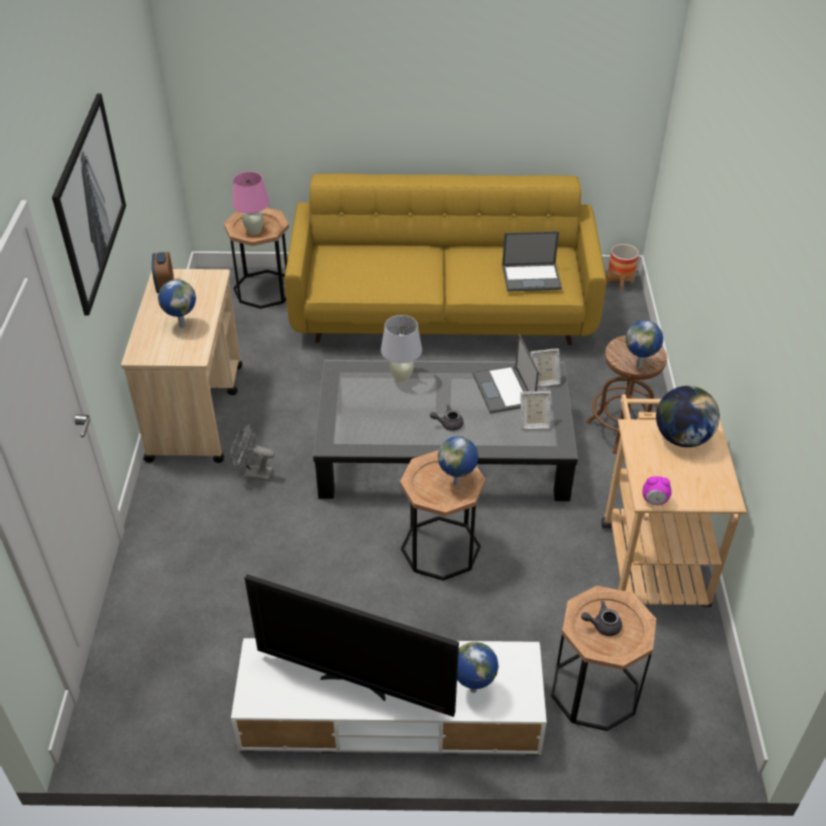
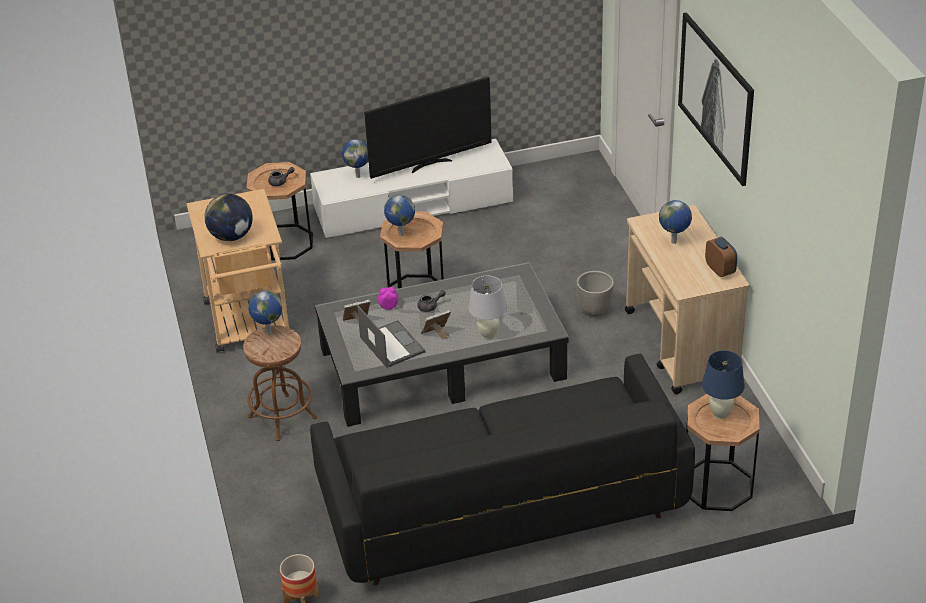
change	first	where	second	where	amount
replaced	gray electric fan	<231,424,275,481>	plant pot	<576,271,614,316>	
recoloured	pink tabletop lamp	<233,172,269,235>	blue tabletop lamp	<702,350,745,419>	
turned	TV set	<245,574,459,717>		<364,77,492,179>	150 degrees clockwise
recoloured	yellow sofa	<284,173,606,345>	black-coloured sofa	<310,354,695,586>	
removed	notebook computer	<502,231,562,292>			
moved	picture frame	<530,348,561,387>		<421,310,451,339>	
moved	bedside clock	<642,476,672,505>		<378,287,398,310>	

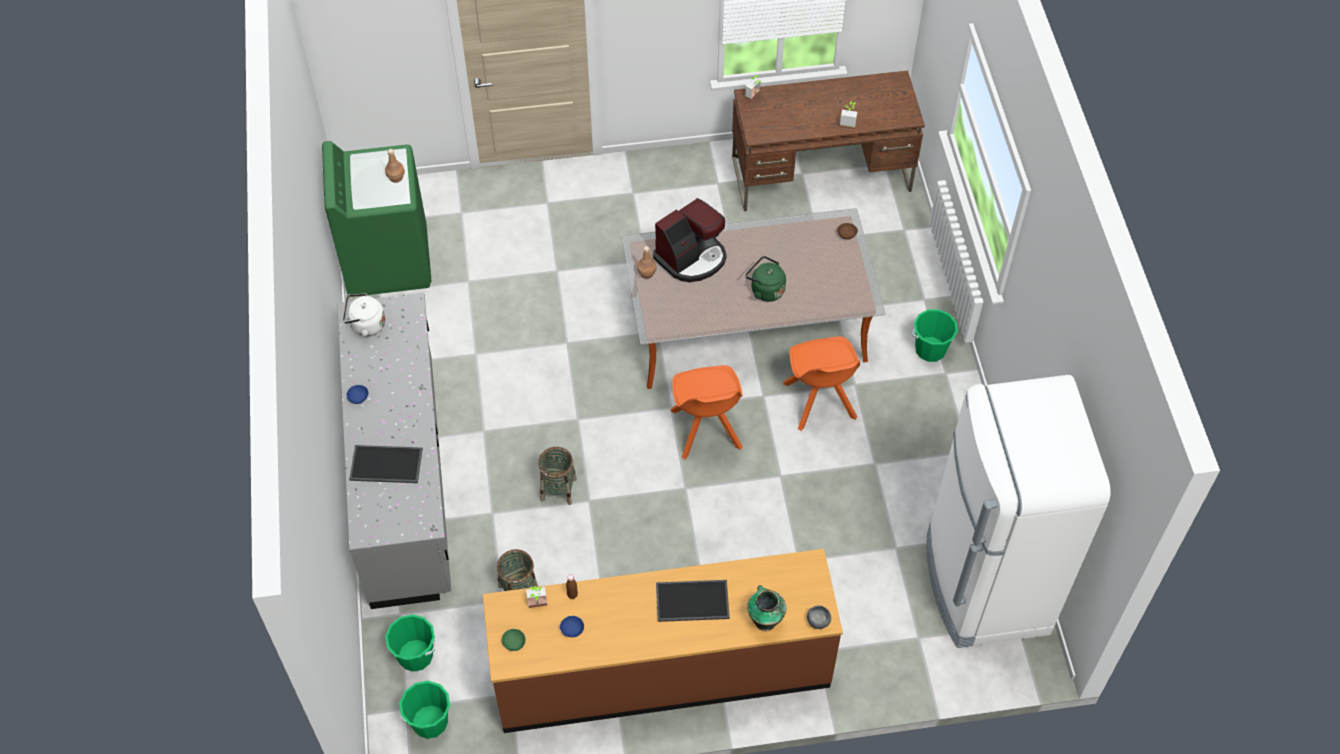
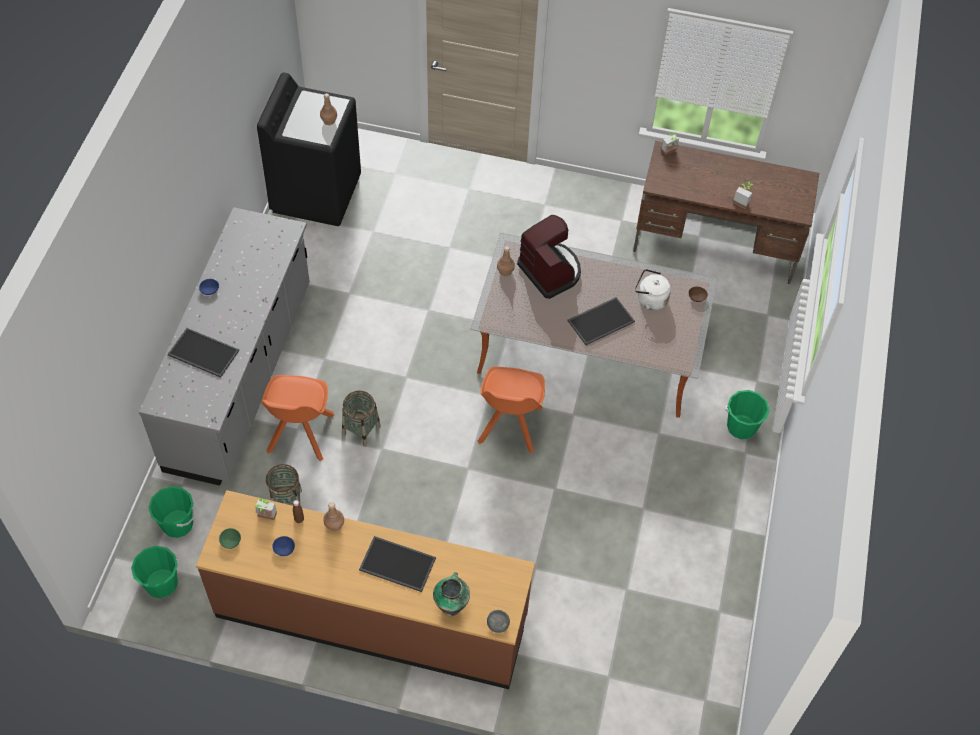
change	first	where	second	where	amount
recoloured	green-coloured washing machine	<322,141,431,297>	black-coloured washing machine	<257,72,361,226>	
moved	white-coloured tea kettle	<343,293,385,337>		<635,269,671,310>	
turned	coffee machine	<653,198,727,282>		<517,215,581,299>	105 degrees counterclockwise
replaced	green-coloured tea kettle	<745,256,786,302>	carrying tray	<568,297,635,345>	
moved	orange chair	<783,336,860,431>		<261,375,334,461>	
removed	white-coloured refrigerator	<926,375,1111,648>			
added			brownish beverage bottle	<324,502,344,531>	

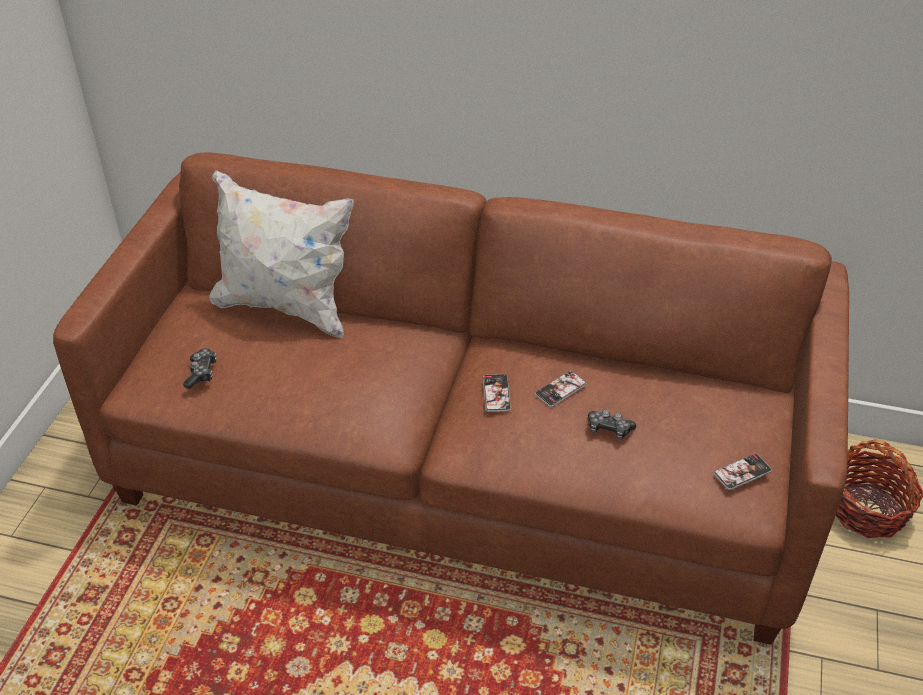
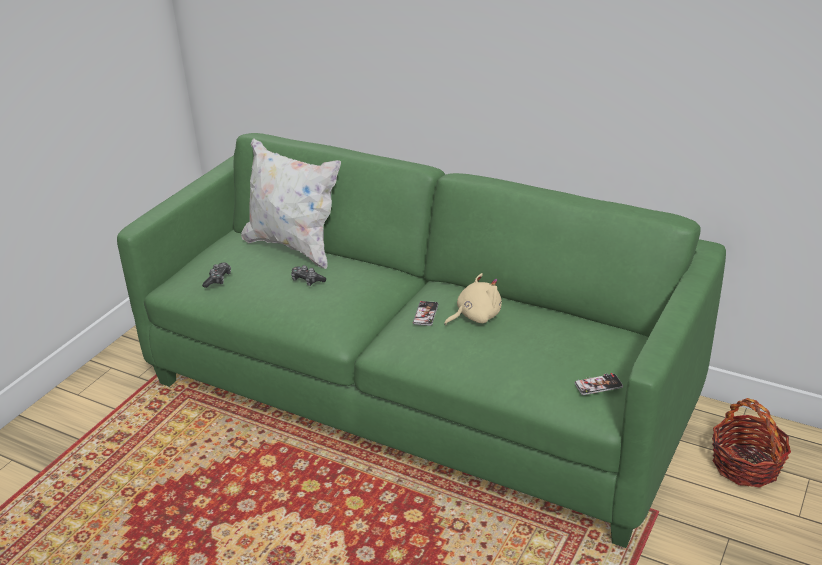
change	first	where	second	where	amount
recoloured	brownish sofa	<53,152,849,645>	green-coloured sofa	<117,133,726,548>	
replaced	telephone	<535,371,586,407>	sand-coloured cuddly toy	<444,273,502,325>	
moved	joypad	<588,409,636,440>		<291,265,326,286>	

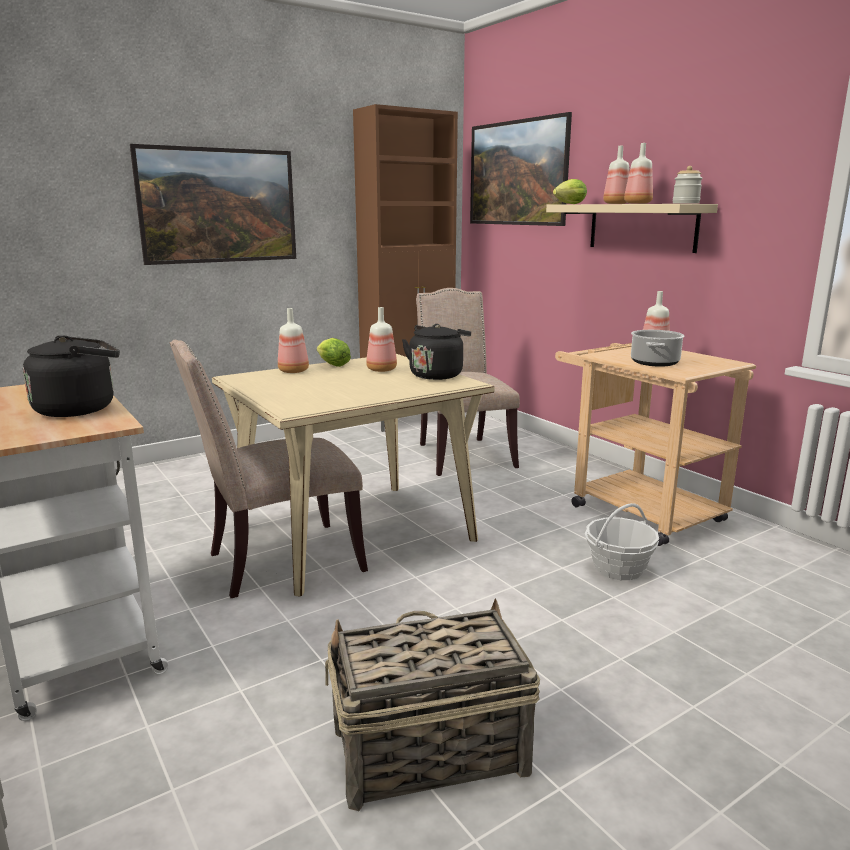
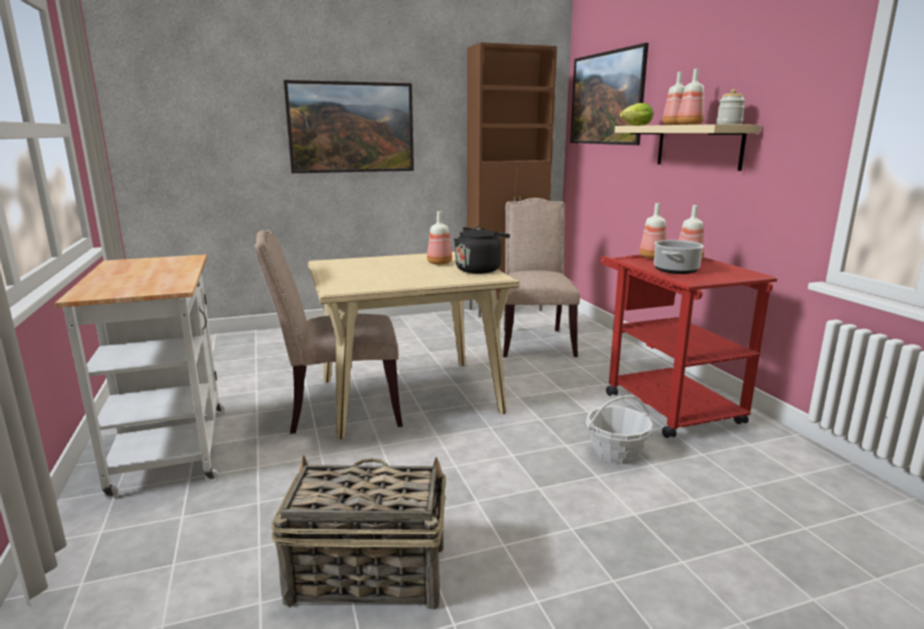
change	first	where	second	where	amount
removed	black-coloured tea kettle	<23,336,120,417>			
moved	beverage bottle	<278,308,309,373>		<640,203,667,259>	
removed	head of lettuce	<317,338,351,367>			
recoloured	sand-coloured cart	<555,343,756,546>	reddish cart	<600,255,777,438>	

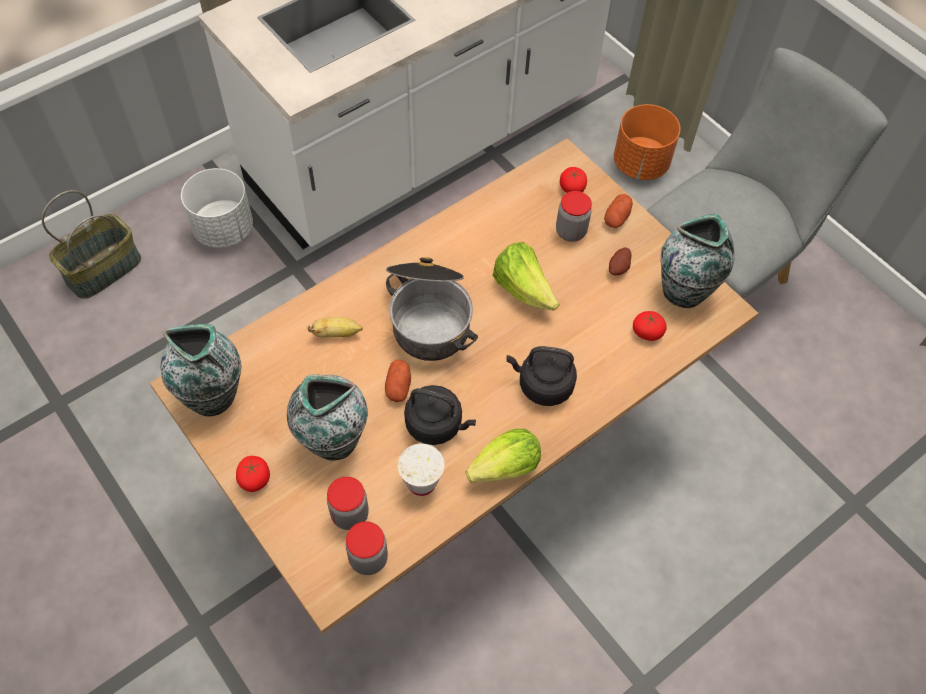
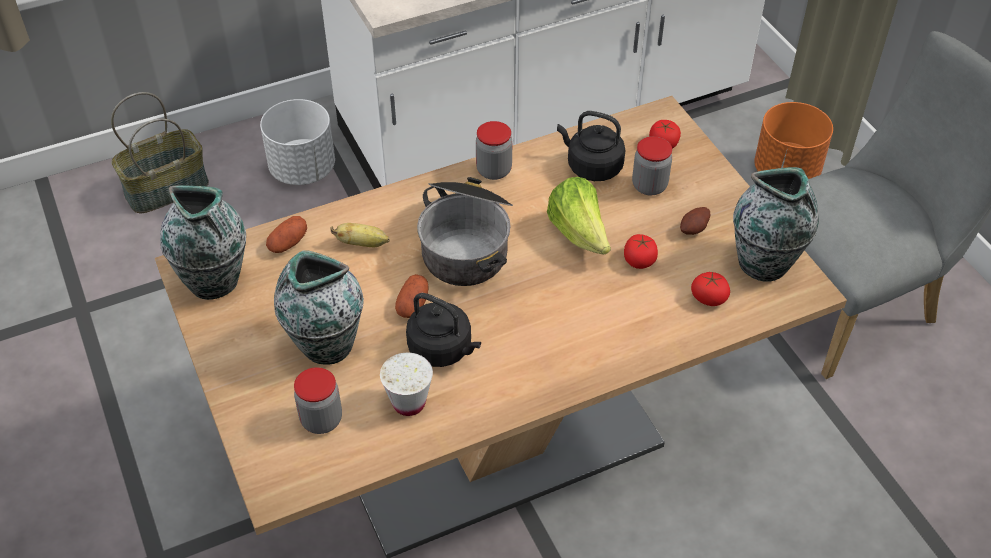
change	first	where	second	where	amount
moved	fresh tomato	<236,456,270,492>		<624,234,658,269>	
moved	jar	<346,521,388,575>		<476,121,512,180>	
removed	head of lettuce	<466,429,541,483>			
moved	black-coloured tea kettle	<507,346,577,406>		<557,111,625,181>	
moved	spud	<604,194,633,228>		<266,216,307,253>	

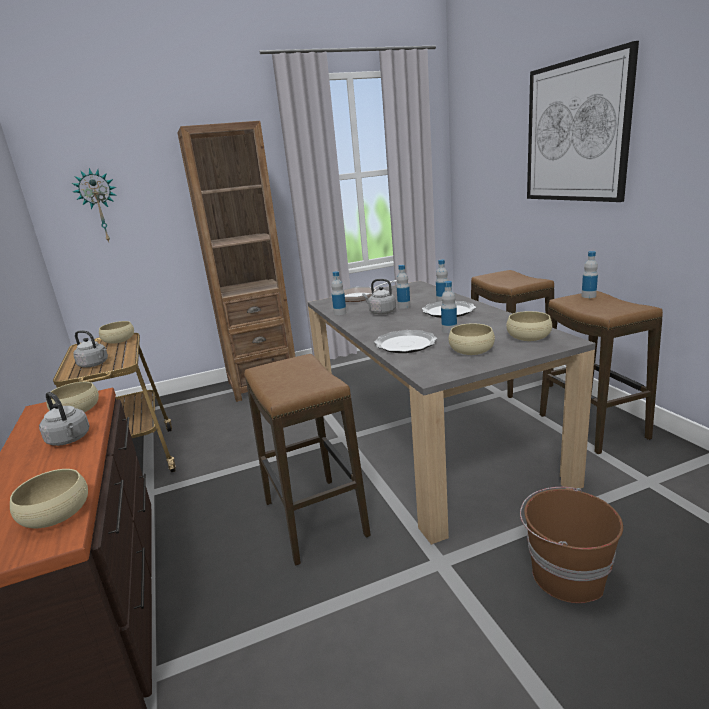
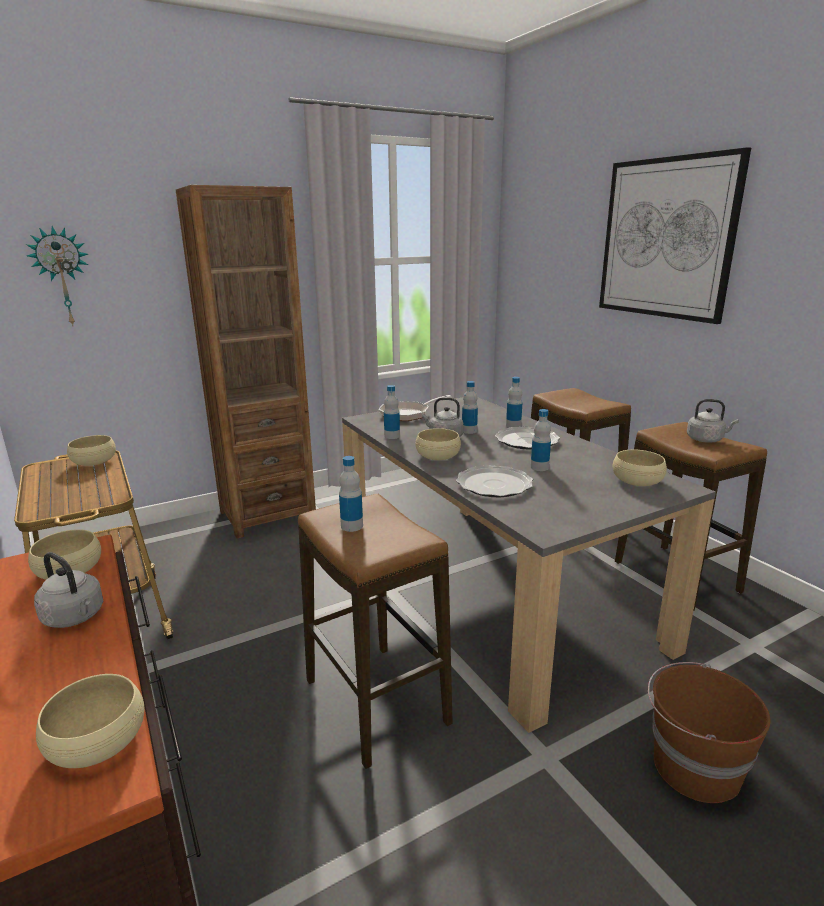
change	first	where	second	where	amount
moved	gray tea kettle	<73,330,108,367>		<687,399,739,442>	
moved	sand-coloured deep dish	<449,323,495,355>		<415,428,461,460>	
moved	beverage bottle	<581,251,598,298>		<339,456,363,532>	

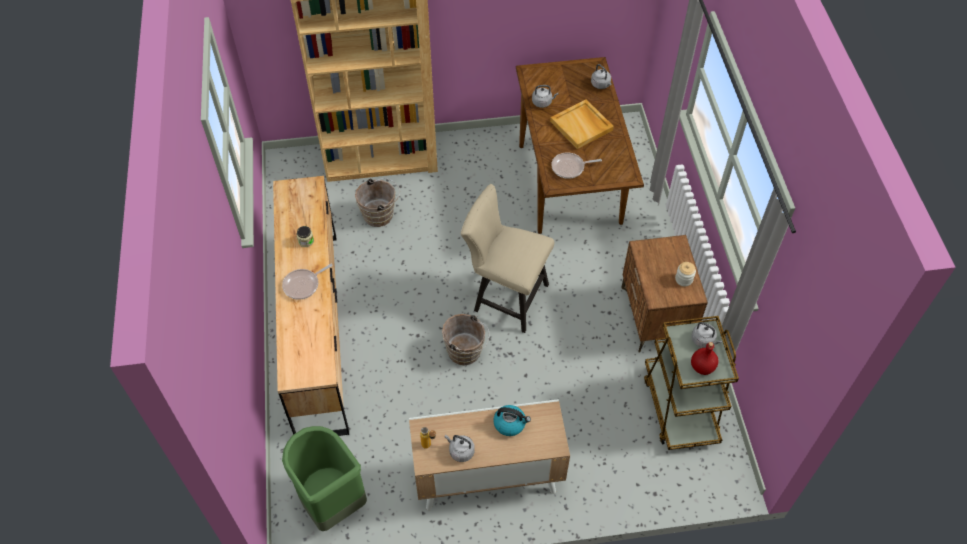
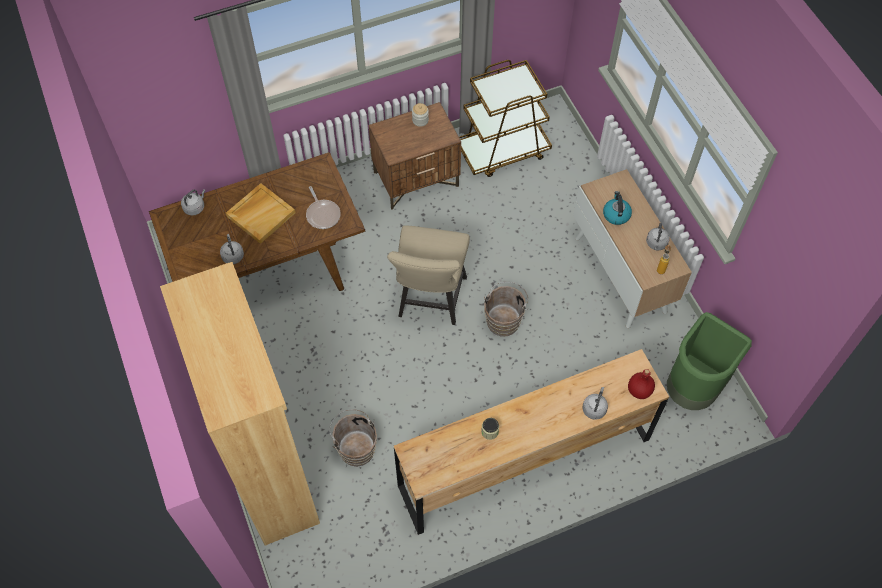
change	first	where	second	where	amount
removed	pan	<282,264,333,300>			
moved	gray tea kettle	<691,322,722,348>		<582,387,608,420>	
moved	reddish beverage bottle	<691,342,718,375>		<628,369,655,399>	

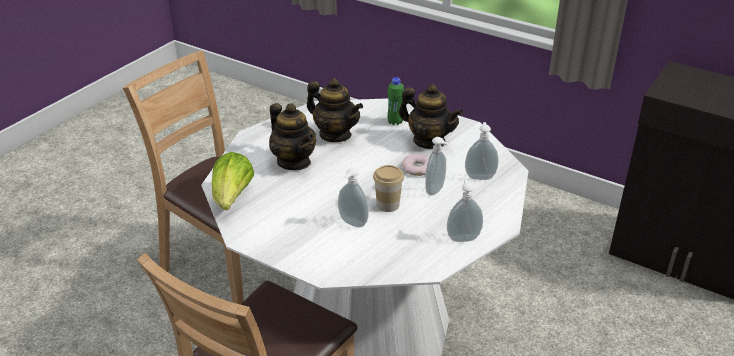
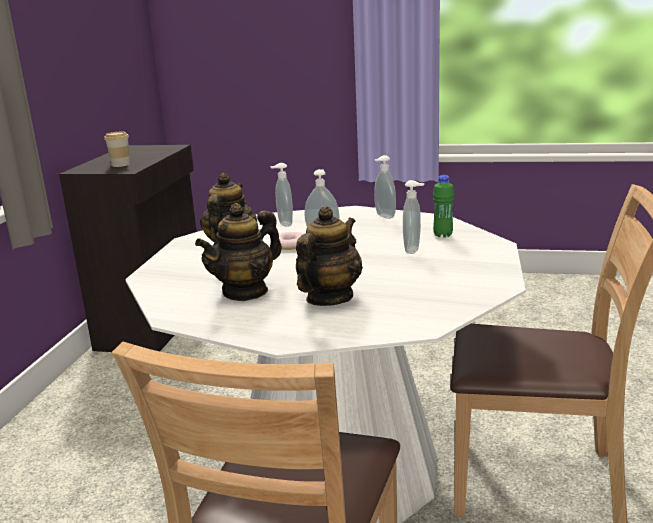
change	first	where	second	where	amount
removed	head of lettuce	<212,152,254,210>			
turned	teapot	<307,78,363,142>		<195,203,282,301>	150 degrees counterclockwise
moved	drinking cup	<373,165,404,212>		<104,132,130,167>	
moved	green-coloured beverage bottle	<387,77,404,125>		<433,175,454,238>	

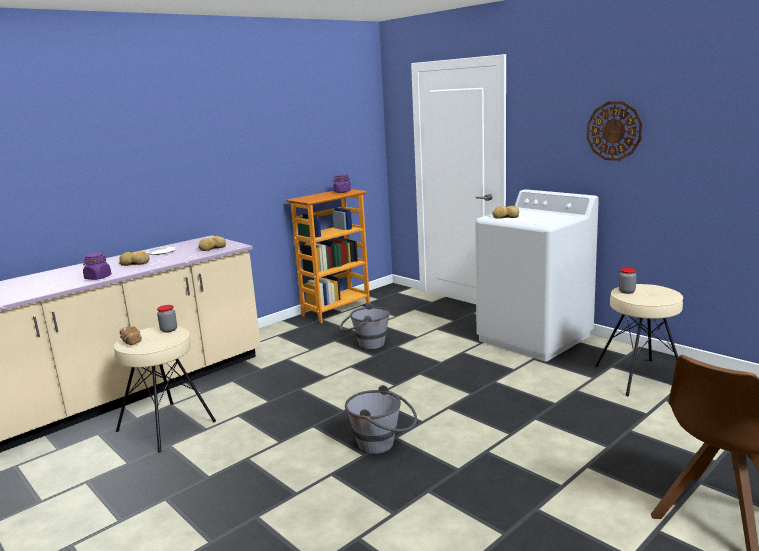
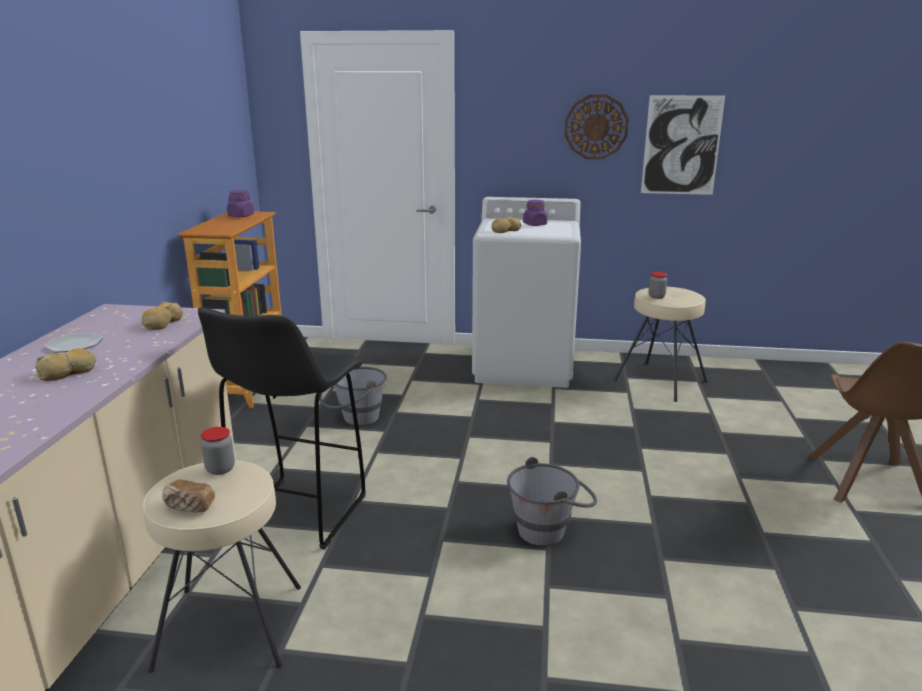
change	first	where	second	where	amount
moved	purple-coloured jar	<83,252,111,280>		<523,200,548,226>	
added			black-coloured stool seat	<198,307,366,550>	
added			wall art	<641,95,725,195>	

